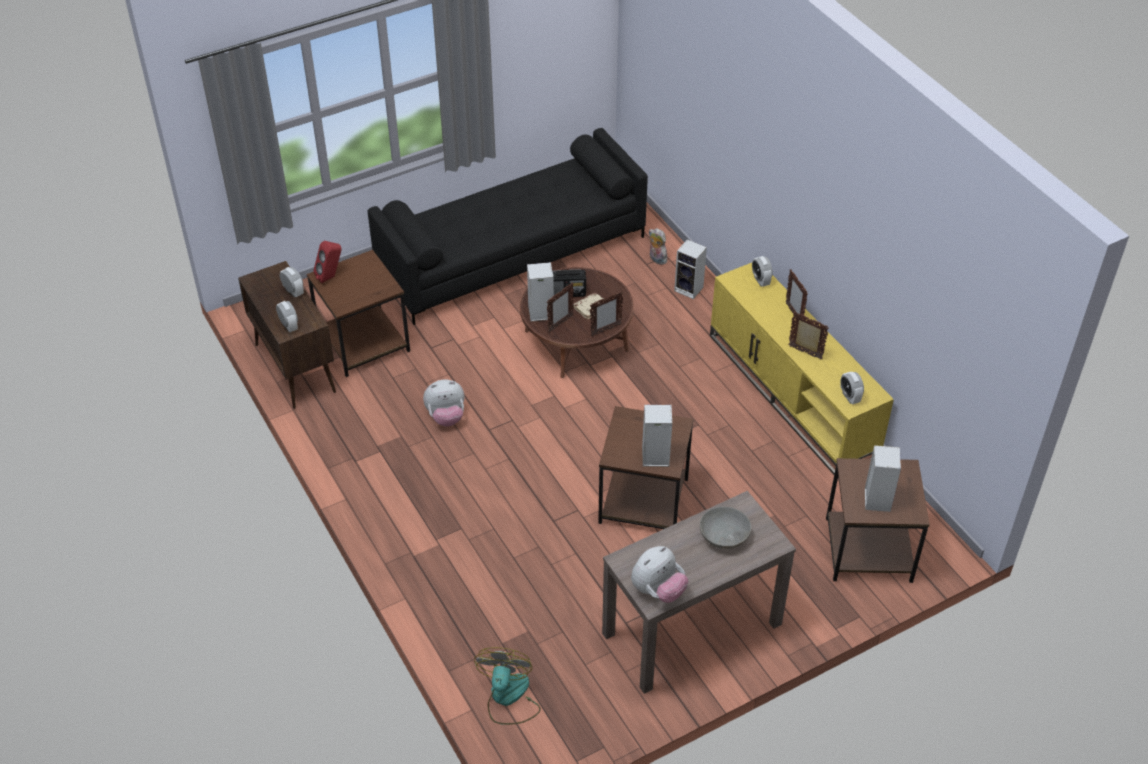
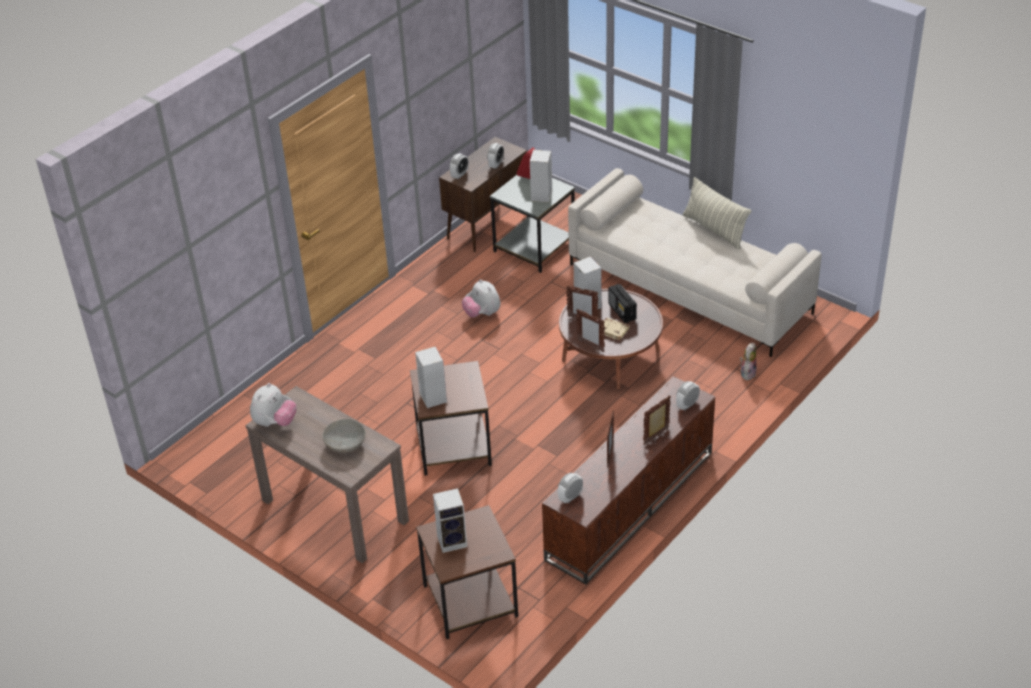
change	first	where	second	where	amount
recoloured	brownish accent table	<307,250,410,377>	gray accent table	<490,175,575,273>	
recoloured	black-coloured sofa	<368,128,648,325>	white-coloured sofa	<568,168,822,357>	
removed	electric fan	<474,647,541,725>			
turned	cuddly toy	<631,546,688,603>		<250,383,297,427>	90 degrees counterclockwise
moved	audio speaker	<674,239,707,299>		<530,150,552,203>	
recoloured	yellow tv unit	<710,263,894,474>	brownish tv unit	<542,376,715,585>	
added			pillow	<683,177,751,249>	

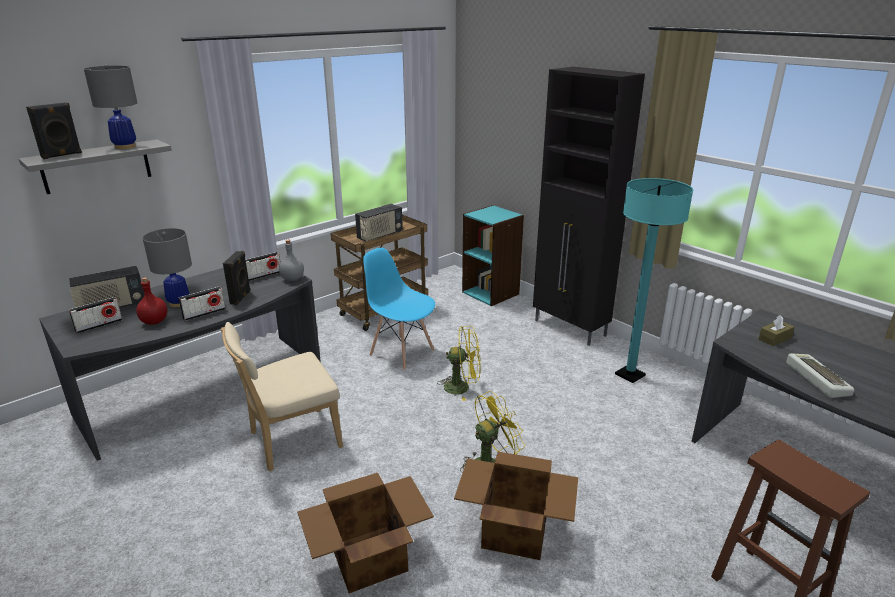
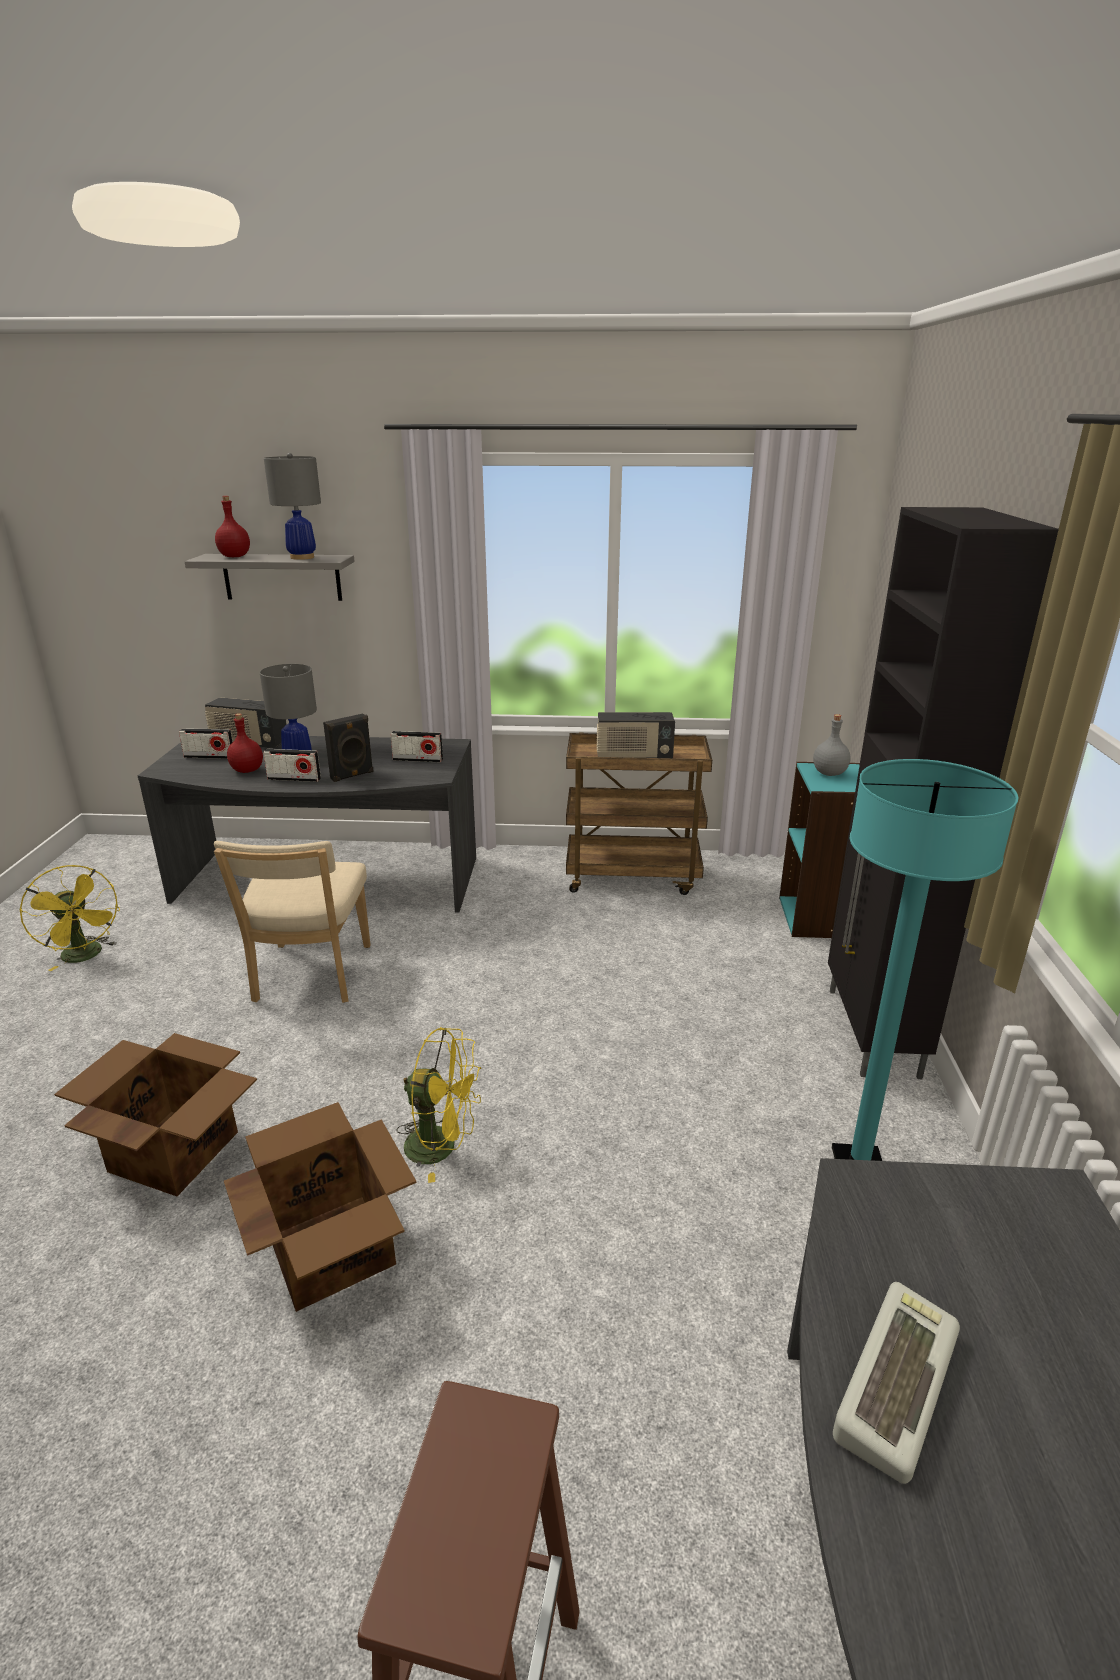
change	first	where	second	where	amount
replaced	black-coloured audio speaker	<26,103,82,159>	reddish beverage bottle	<215,496,250,557>	
turned	sand-coloured chair	<221,322,343,471>		<214,841,371,1003>	105 degrees counterclockwise
moved	gray beverage bottle	<279,240,304,281>		<813,714,851,776>	
removed	blue chair	<363,248,435,371>			
moved	yellow electric fan	<437,326,481,401>		<20,865,120,971>	
removed	brownish box of tissues	<759,315,795,346>			

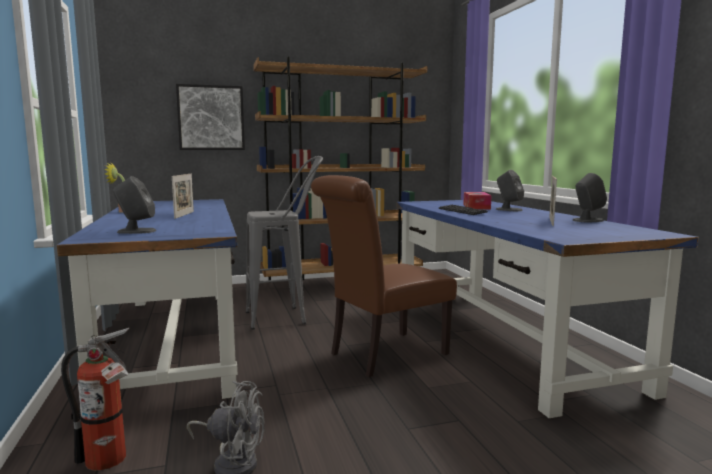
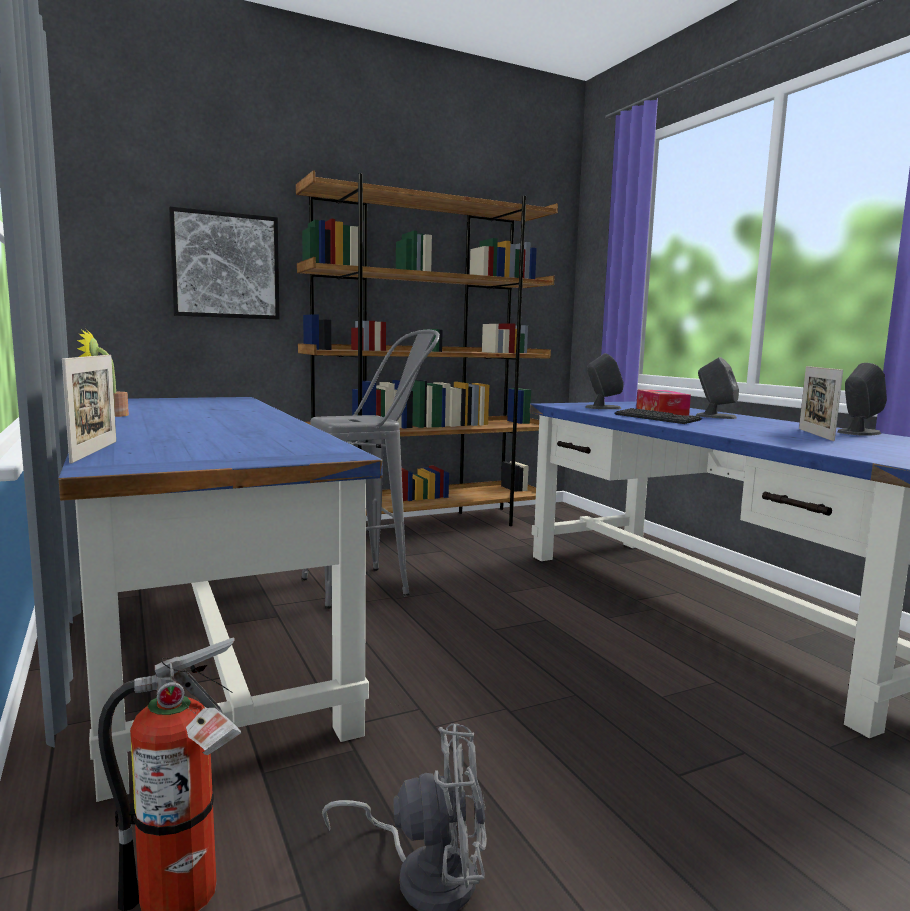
change	first	where	second	where	amount
moved	gray audio speaker	<113,176,157,234>		<585,353,624,409>	
moved	picture frame	<172,174,194,219>		<62,355,116,464>	
removed	brownish chair	<311,175,457,377>			

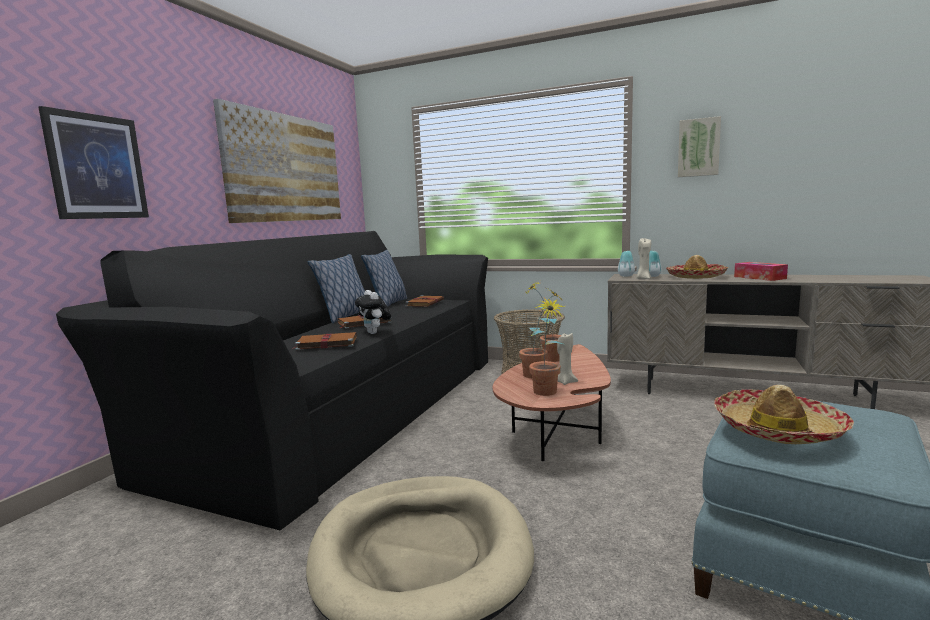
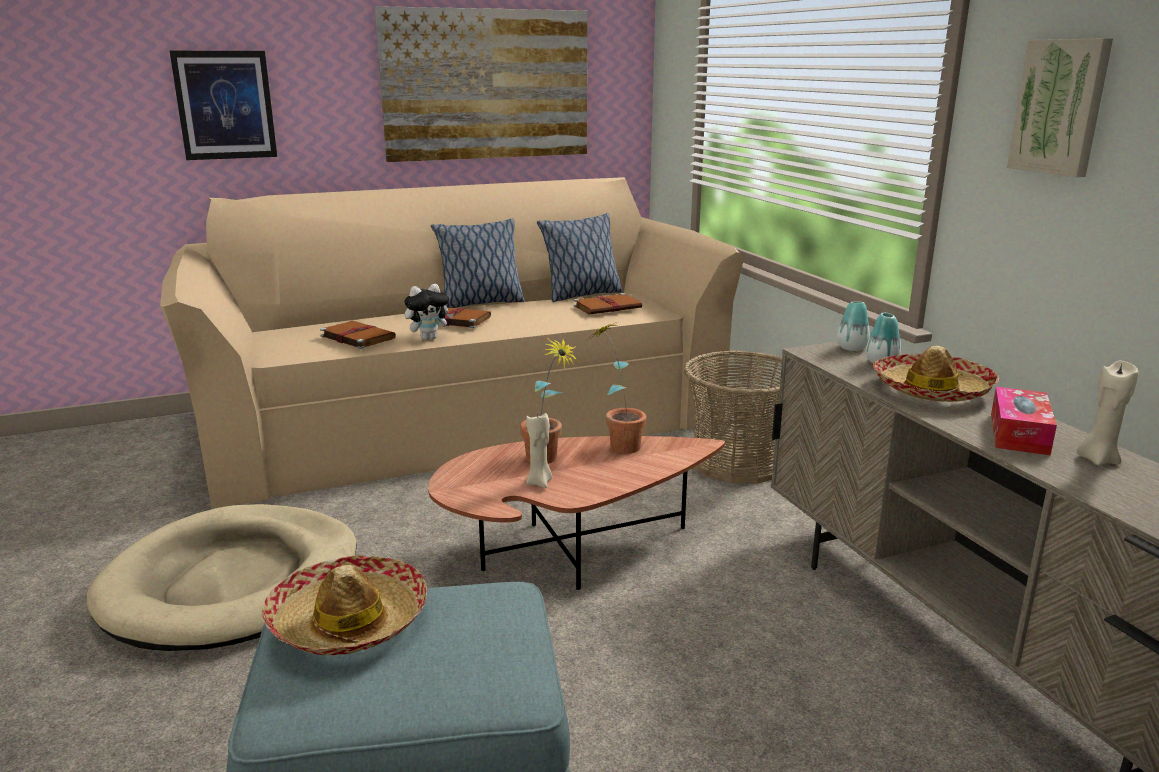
change	first	where	second	where	amount
recoloured	black-coloured sofa	<56,231,488,530>	sand-coloured sofa	<160,177,745,508>	
turned	cuddly toy	<355,290,391,334>		<404,284,454,340>	135 degrees counterclockwise
removed	houseplant	<529,298,565,396>			
moved	sand-coloured wax candle	<636,238,651,279>		<1076,361,1138,466>	

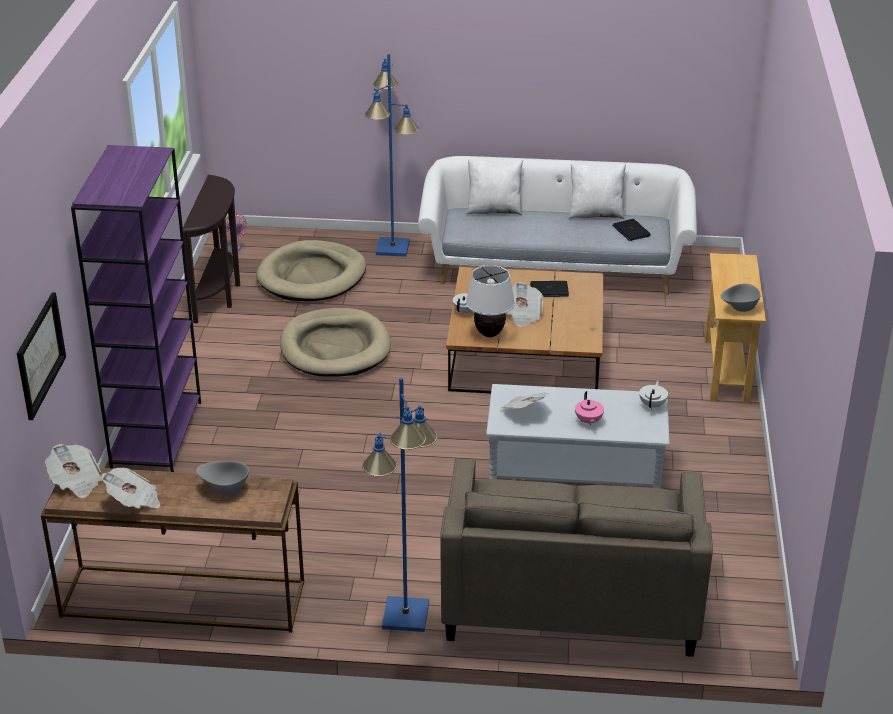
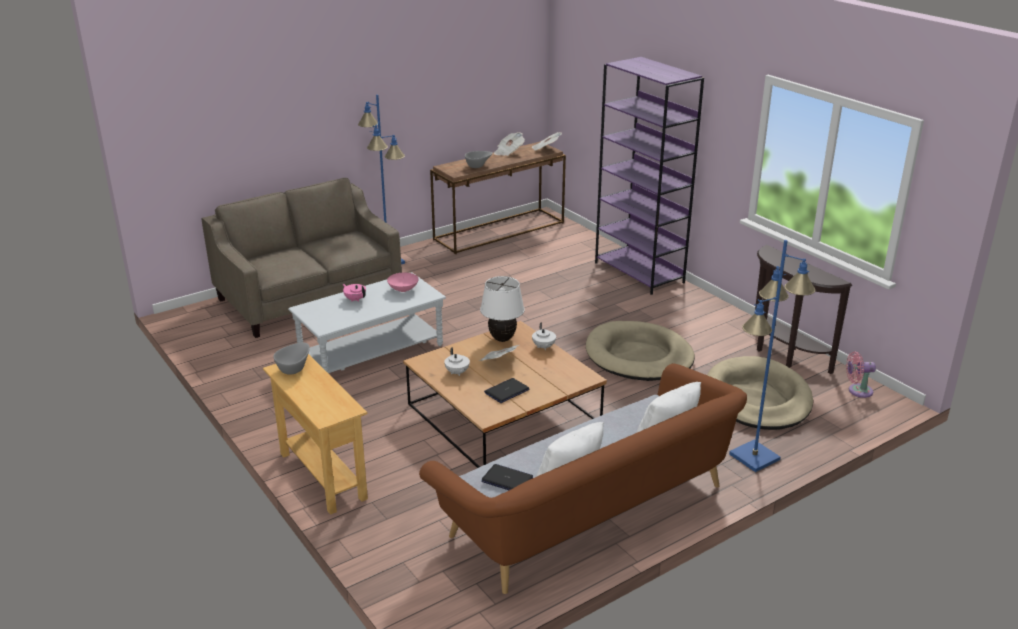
change	first	where	second	where	amount
removed	wall art	<17,292,66,420>			
recoloured	white-coloured sofa	<418,156,697,295>	brownish sofa	<419,363,747,594>	
replaced	printed paper	<501,392,549,409>	pink deep dish	<387,273,419,292>	
moved	white-coloured teapot	<639,381,668,409>		<444,347,470,376>	

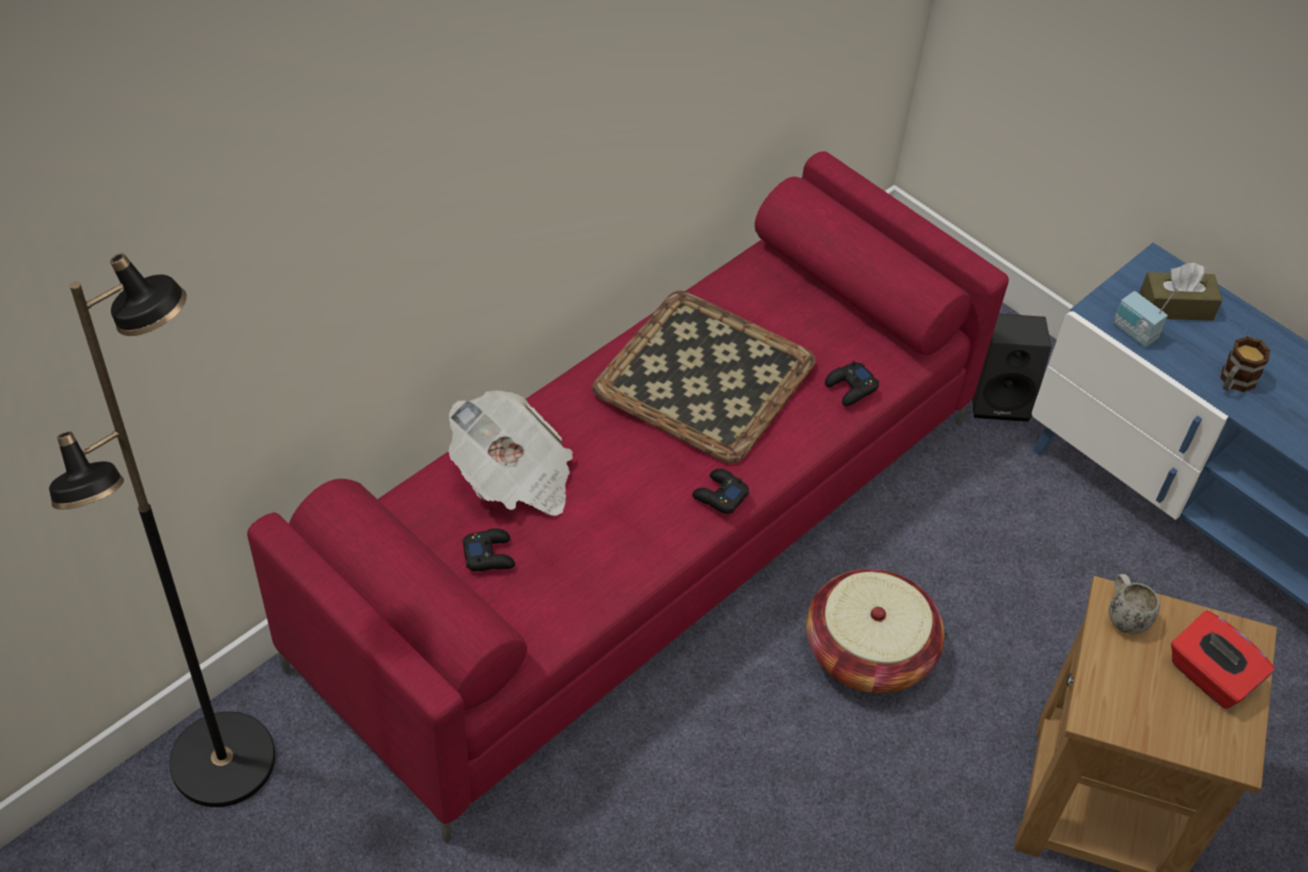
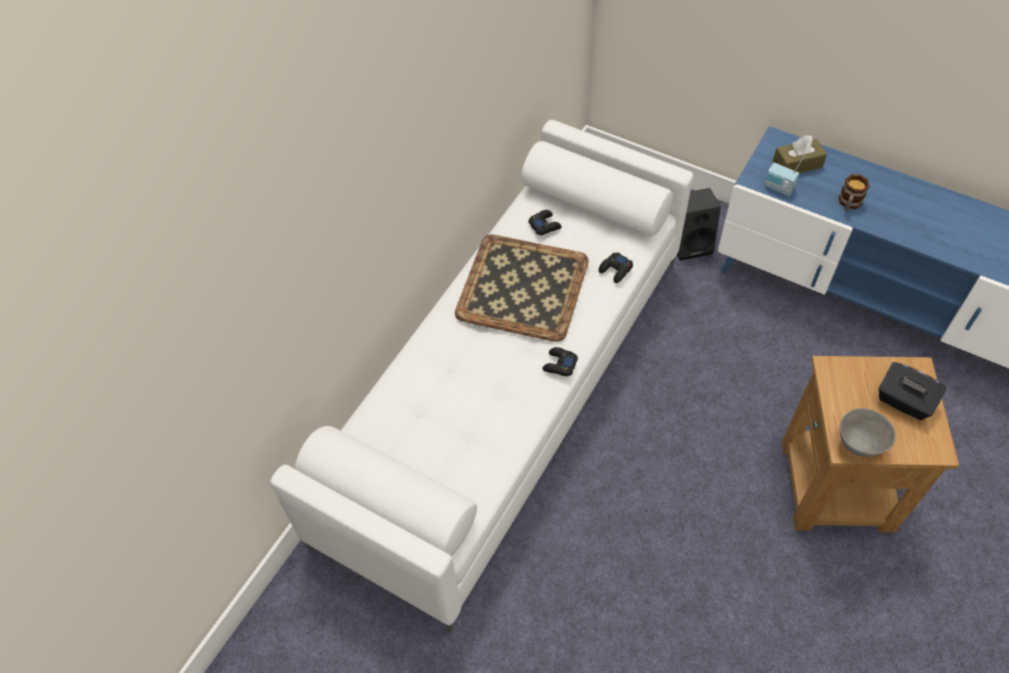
change	first	where	second	where	amount
removed	black-coloured standing lamp	<49,253,275,807>			
recoloured	reddish sofa	<247,151,1009,844>	white-coloured sofa	<270,120,693,634>	
removed	printed paper	<448,390,573,516>			
moved	black-coloured joypad	<463,529,515,571>		<528,210,562,235>	
removed	household basket	<806,569,945,693>			
removed	white-coloured coffee mug	<1109,574,1160,634>			
recoloured	reddish box of tissues	<1171,610,1275,709>	black-coloured box of tissues	<879,362,947,420>	
added			gray deep dish	<840,408,896,457>	

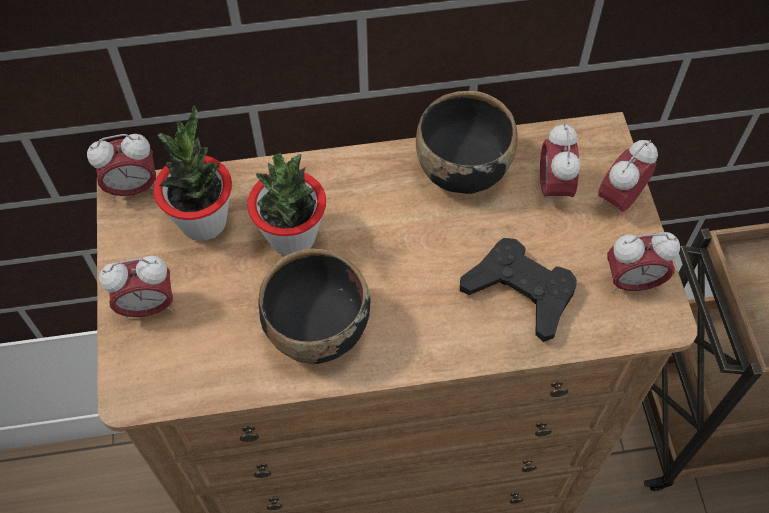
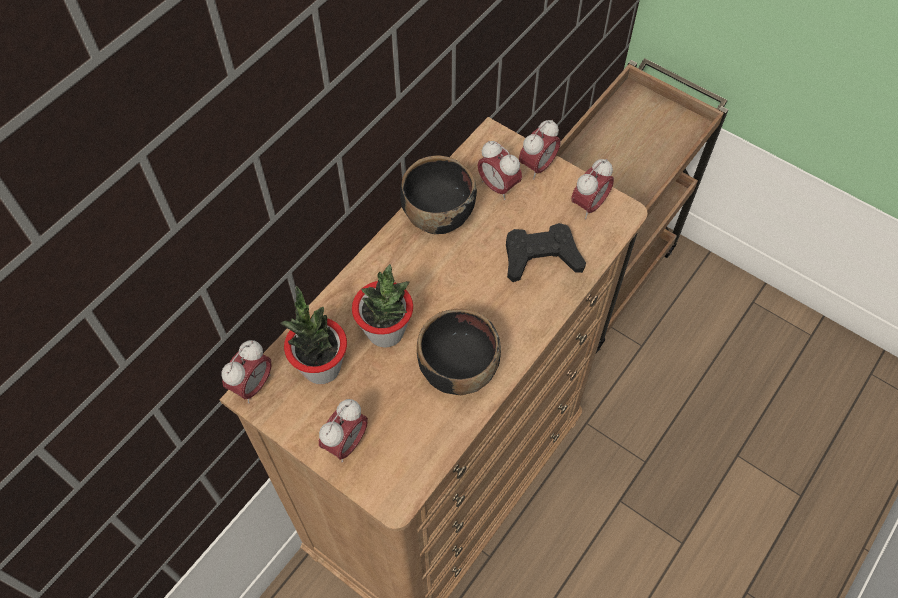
change	first	where	second	where	amount
turned	bedside clock	<598,140,658,212>		<519,119,560,180>	135 degrees counterclockwise

